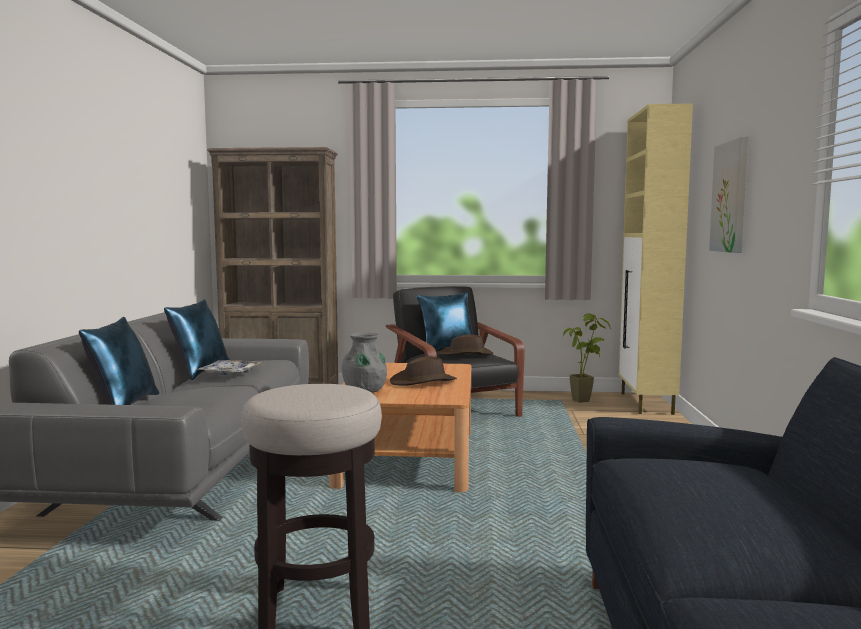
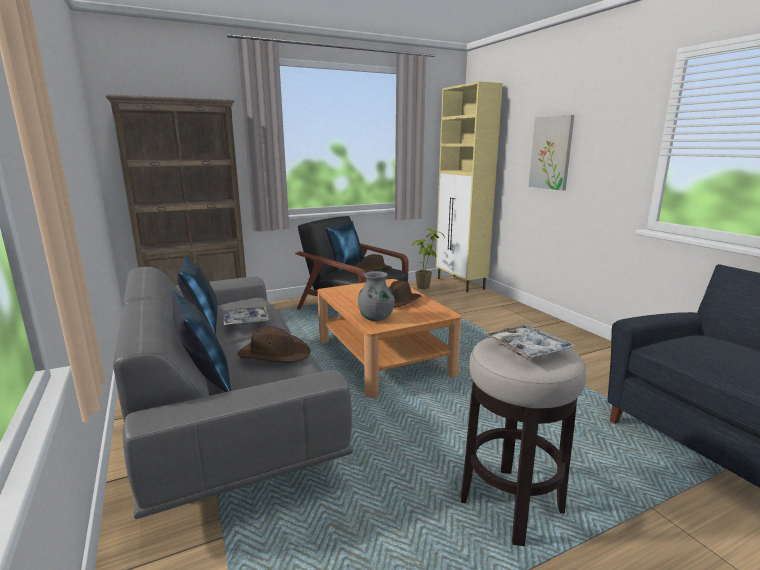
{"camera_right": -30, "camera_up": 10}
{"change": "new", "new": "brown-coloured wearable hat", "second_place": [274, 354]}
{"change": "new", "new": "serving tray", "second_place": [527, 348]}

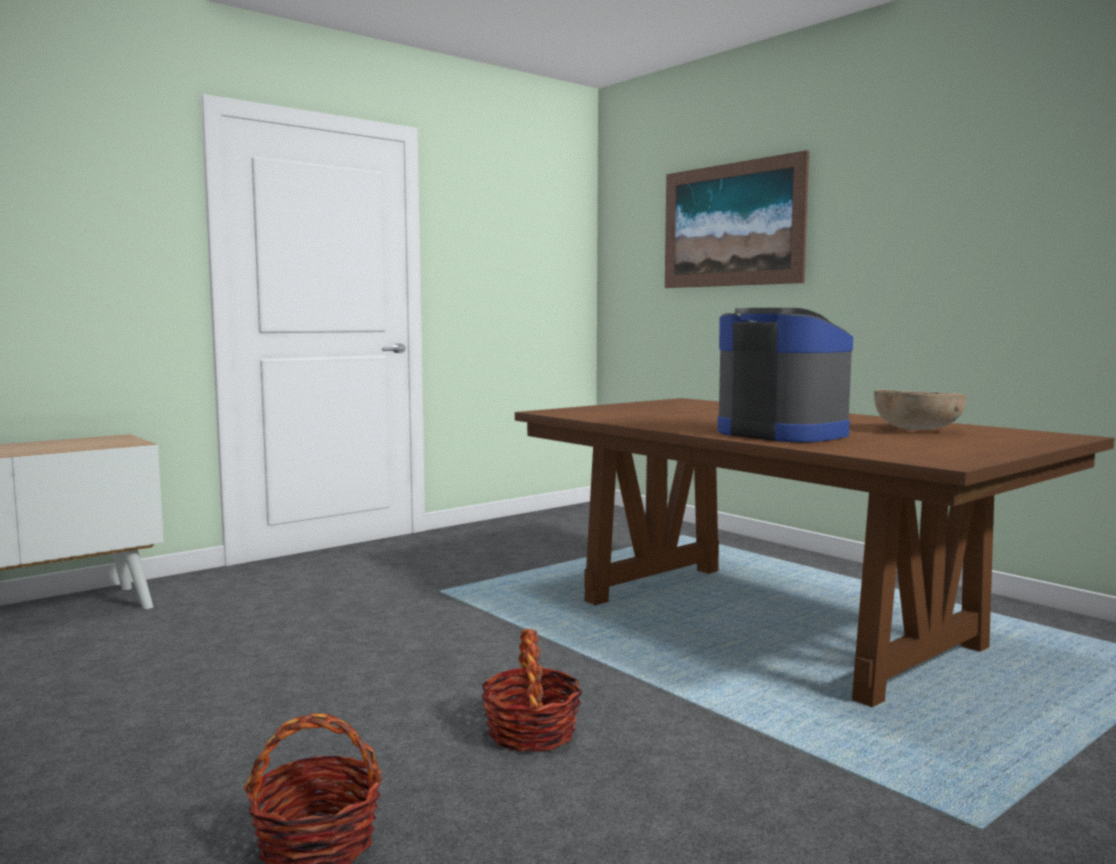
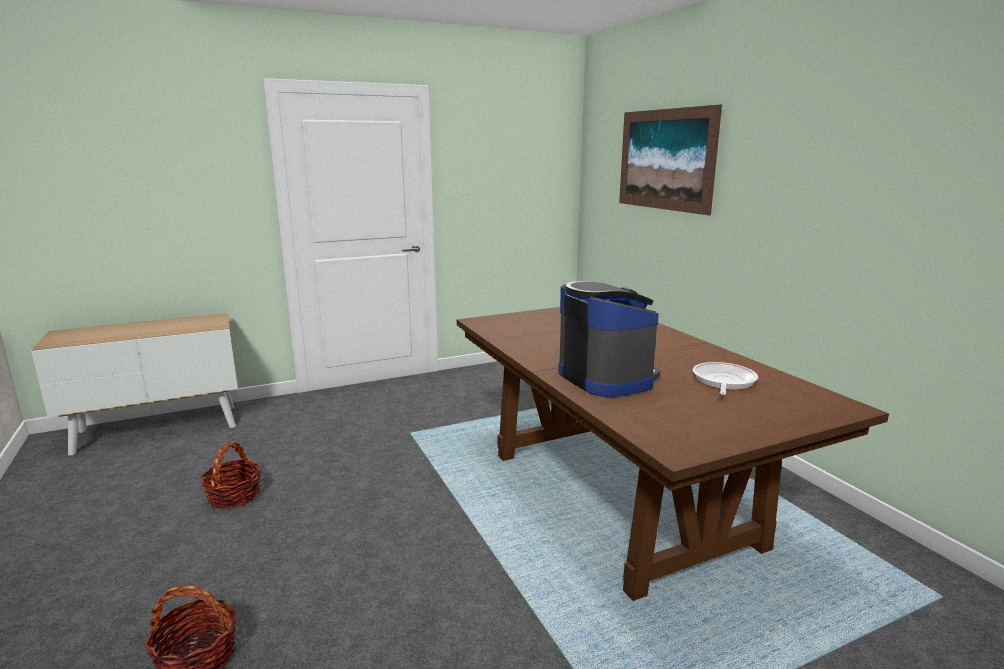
{"camera_right": 15, "camera_up": 10}
{"change": "shifted", "old": "basket", "first_place": [531, 732], "second_place": [234, 496]}
{"change": "swapped", "old": "brown-coloured deep dish", "new": "pan", "first_place": [916, 430], "second_place": [723, 381]}

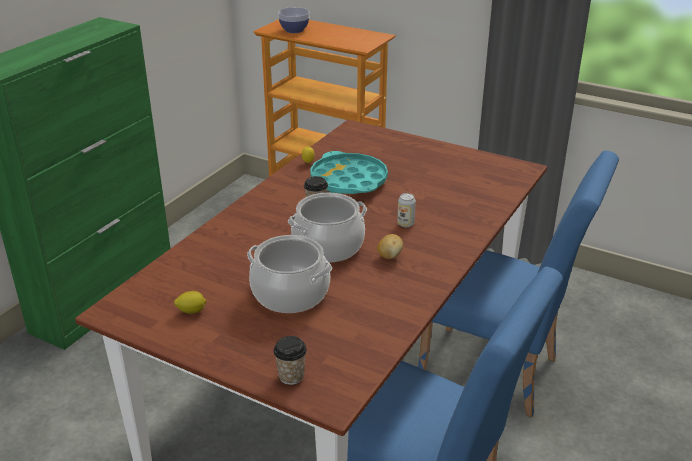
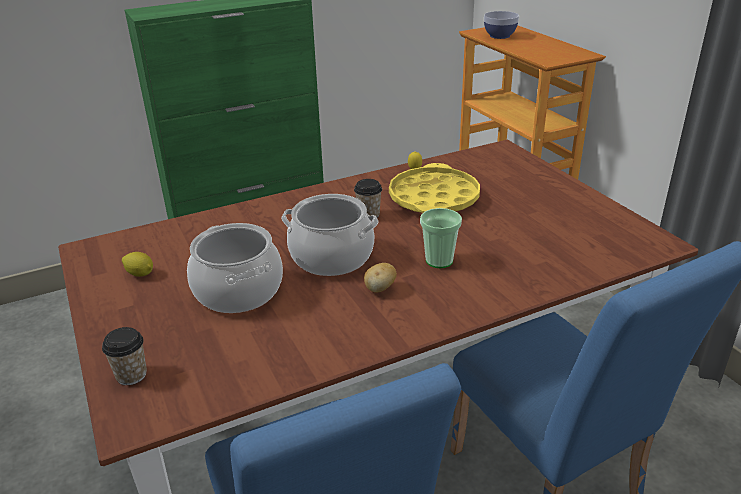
{"camera_right": 35, "camera_up": 0}
{"change": "repainted", "old": "blue-green serving tray", "new": "yellow serving tray", "first_place": [348, 180], "second_place": [433, 198]}
{"change": "swapped", "old": "metal can", "new": "small cup", "first_place": [405, 224], "second_place": [439, 261]}

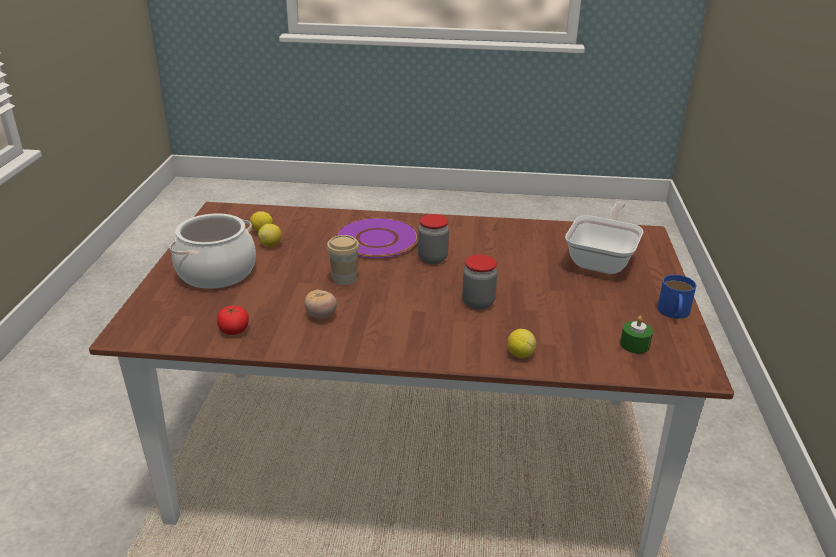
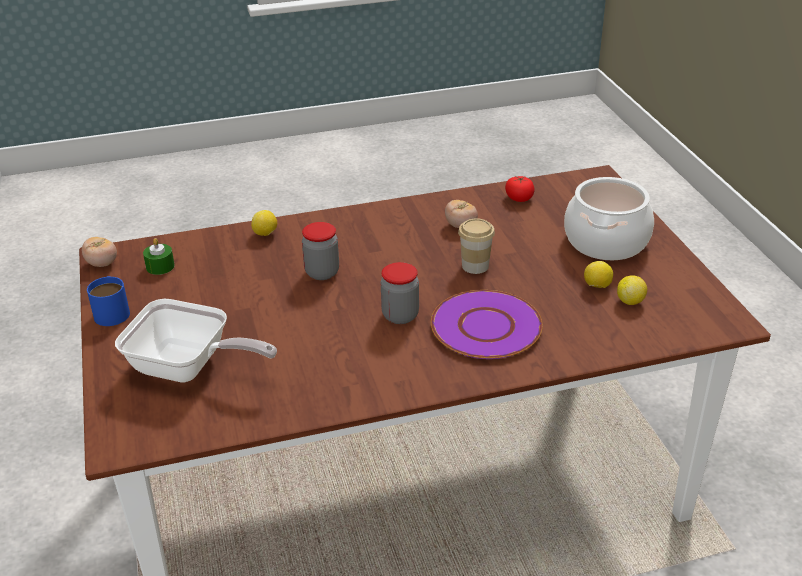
{"camera_right": 160, "camera_up": 5}
{"change": "rotated", "old": "pan", "first_place": [602, 260], "second_place": [189, 368], "degrees": -75}
{"change": "new", "new": "fresh tomato", "second_place": [102, 263]}

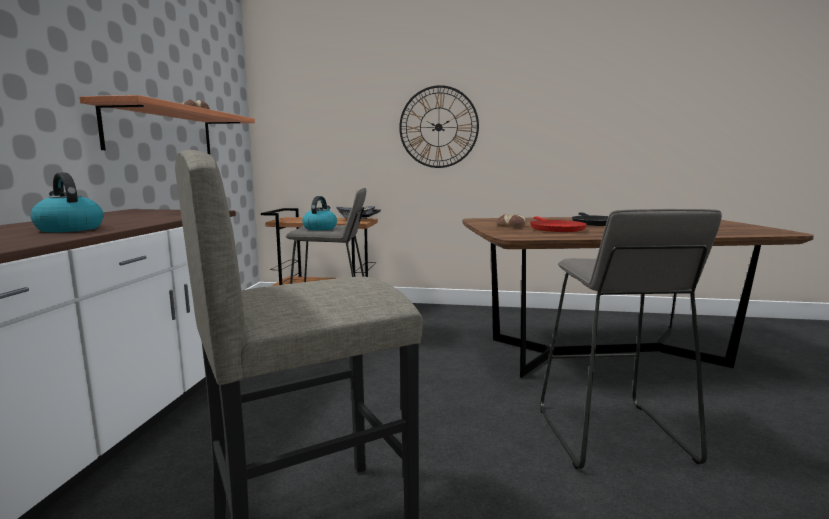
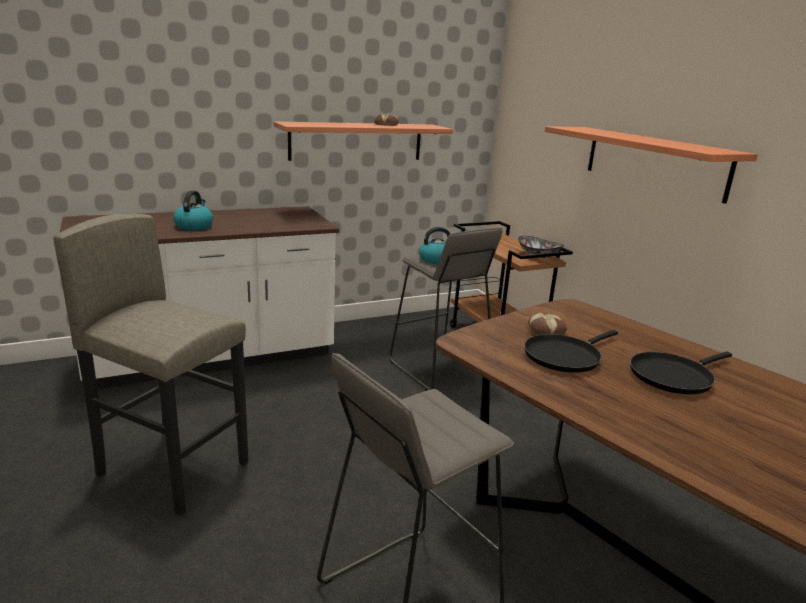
{"camera_right": 55, "camera_up": 10}
{"change": "swapped", "old": "clock on the wall", "new": "bracket shelf", "first_place": [438, 127], "second_place": [654, 162]}
{"change": "repainted", "old": "red-coloured pan", "new": "black-coloured pan", "first_place": [555, 229], "second_place": [565, 356]}

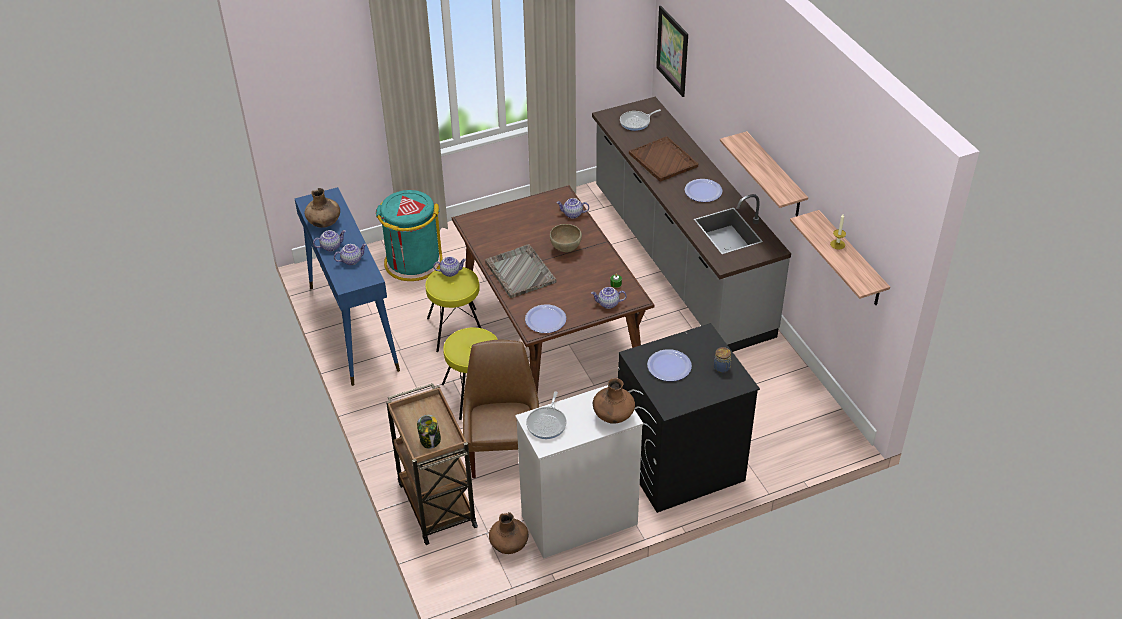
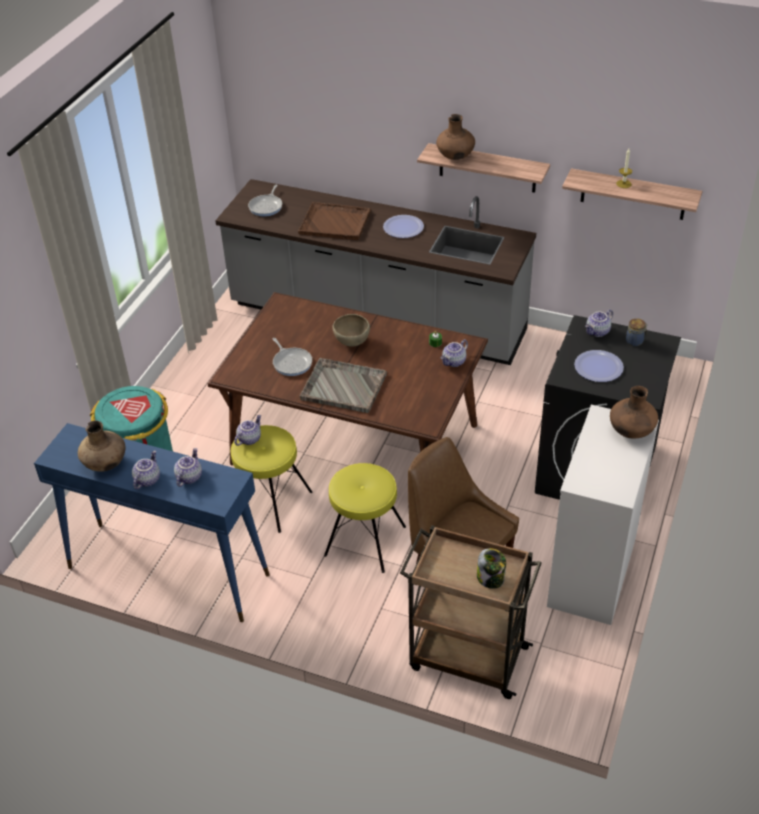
{"camera_right": -45, "camera_up": 0}
{"change": "shifted", "old": "brown-coloured flower vase", "first_place": [509, 545], "second_place": [455, 156]}
{"change": "gone", "old": "dinner plate", "first_place": [545, 320]}
{"change": "shifted", "old": "pan", "first_place": [547, 423], "second_place": [291, 362]}
{"change": "shifted", "old": "teapot", "first_place": [572, 214], "second_place": [598, 332]}
{"change": "gone", "old": "picture", "first_place": [672, 51]}

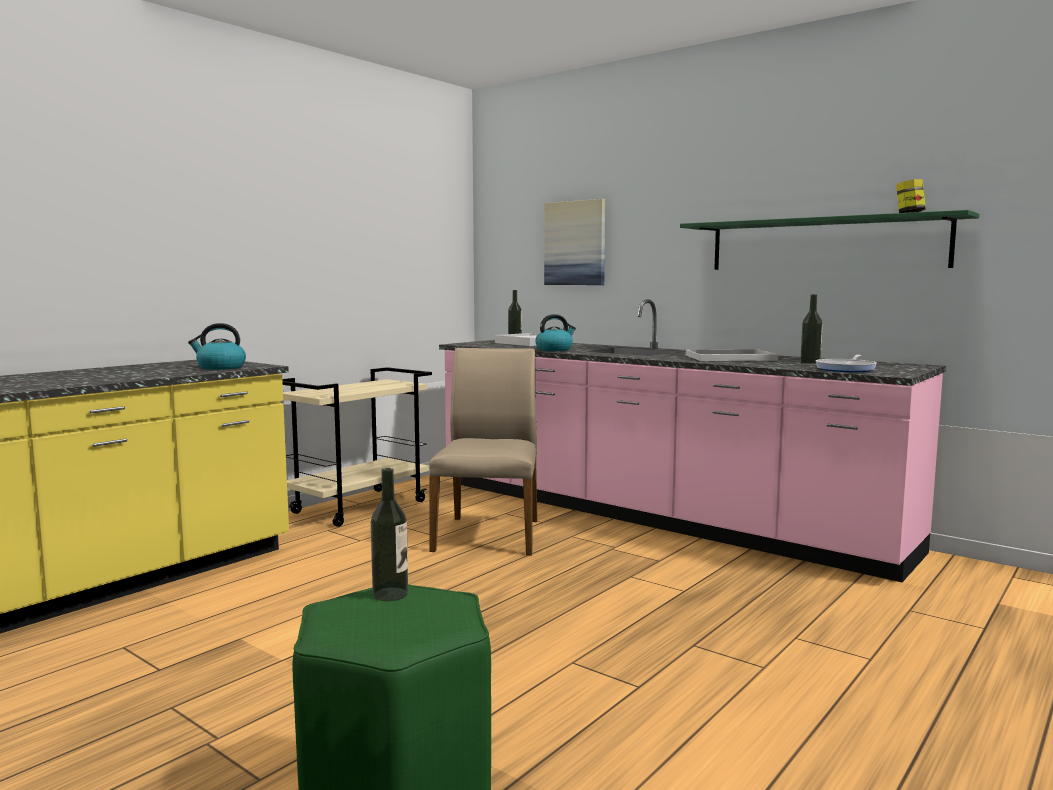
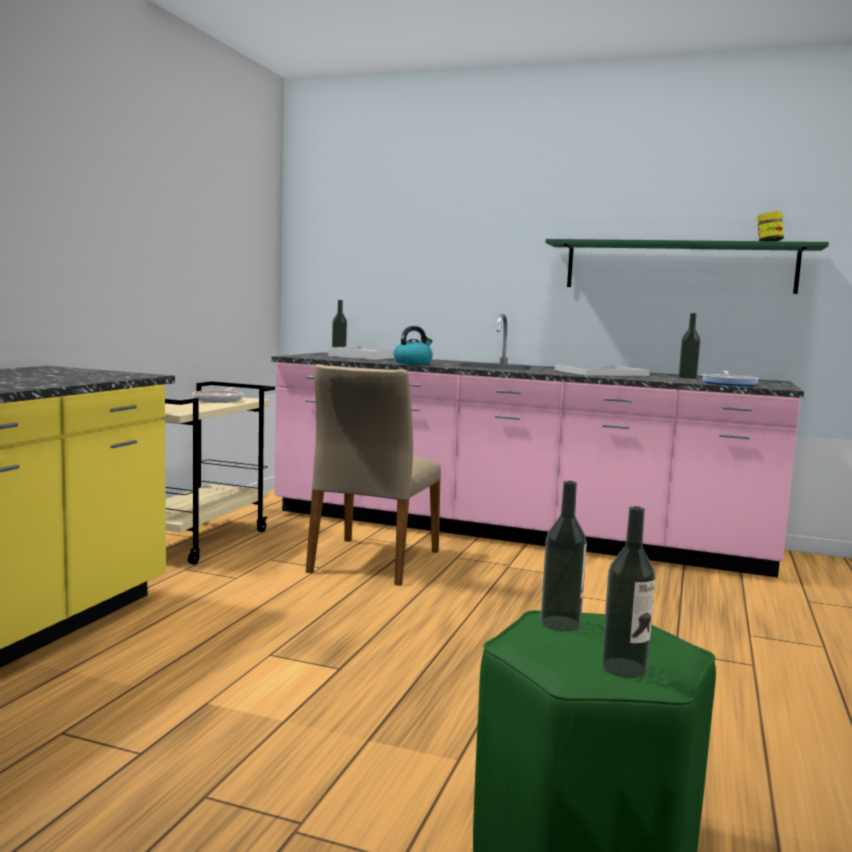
{"camera_right": -20, "camera_up": 0}
{"change": "gone", "old": "water kettle", "first_place": [220, 367]}
{"change": "rotated", "old": "sand-coloured upright chair", "first_place": [489, 534], "second_place": [372, 561], "degrees": -150}
{"change": "gone", "old": "picture", "first_place": [575, 243]}
{"change": "new", "new": "pan", "second_place": [219, 400]}
{"change": "new", "new": "drink bottle", "second_place": [624, 668]}

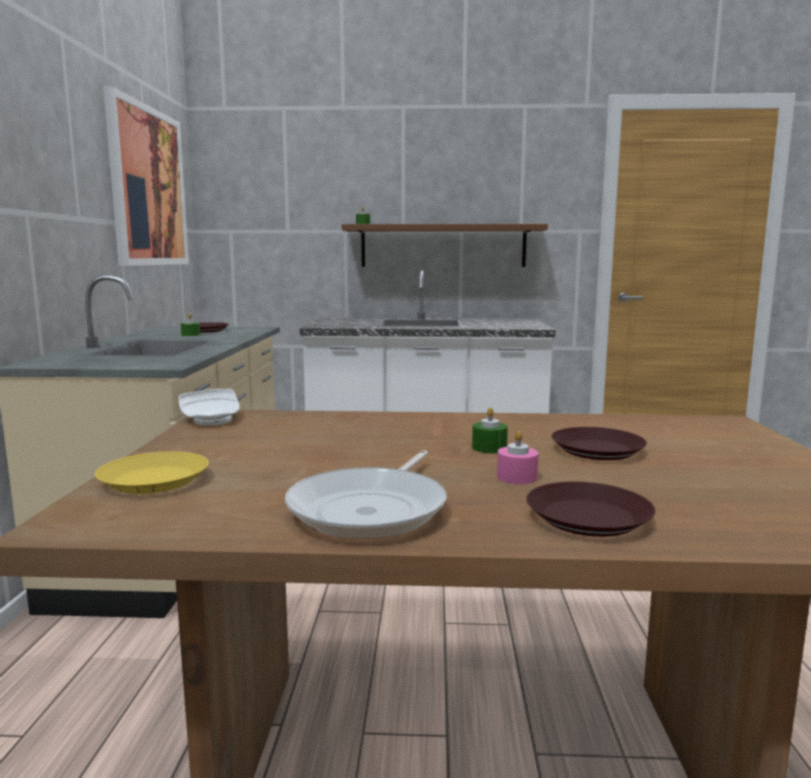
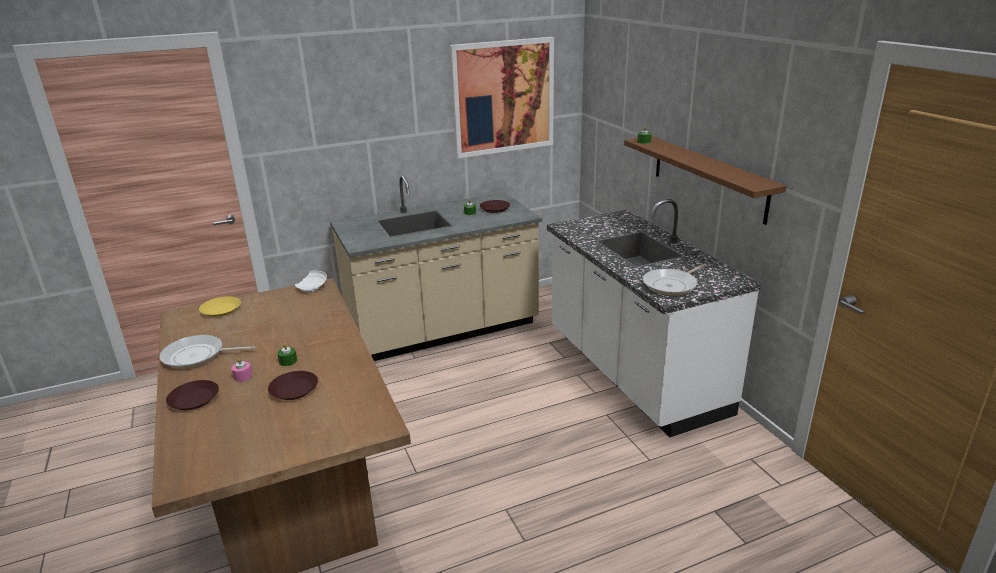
{"camera_right": 65, "camera_up": 15}
{"change": "new", "new": "pan", "second_place": [672, 285]}

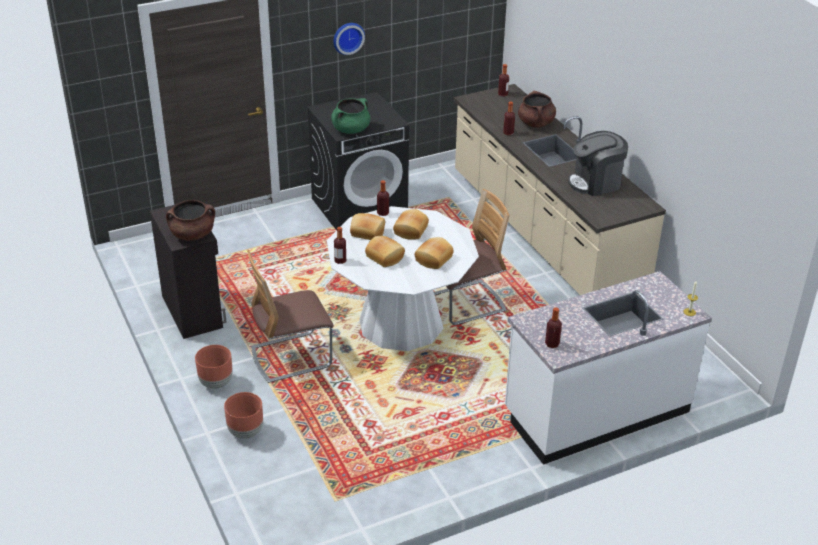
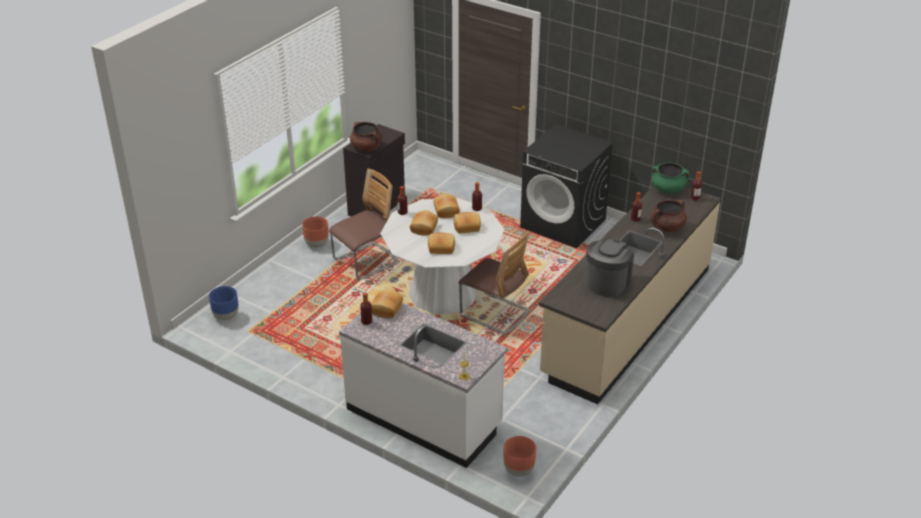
{"camera_right": 60, "camera_up": 0}
{"change": "shifted", "old": "brown-coloured flower pot", "first_place": [245, 432], "second_place": [518, 470]}
{"change": "rotated", "old": "upright chair", "first_place": [291, 357], "second_place": [366, 262], "degrees": 105}
{"change": "shifted", "old": "green cooking pot", "first_place": [351, 129], "second_place": [668, 189]}
{"change": "gone", "old": "clock on the wall", "first_place": [348, 37]}
{"change": "rotated", "old": "coffee maker", "first_place": [595, 183], "second_place": [607, 282], "degrees": 75}
{"change": "new", "new": "bluish flower pot", "second_place": [226, 316]}
{"change": "new", "new": "baked bread", "second_place": [386, 308]}

